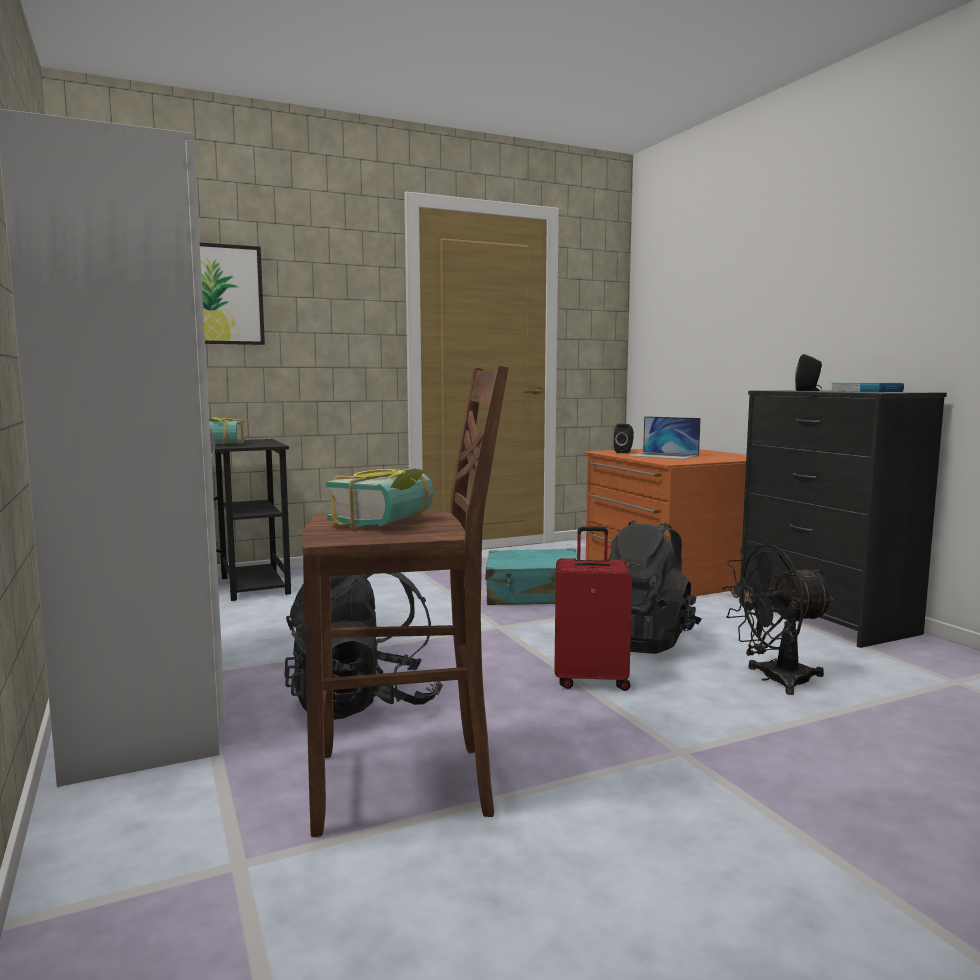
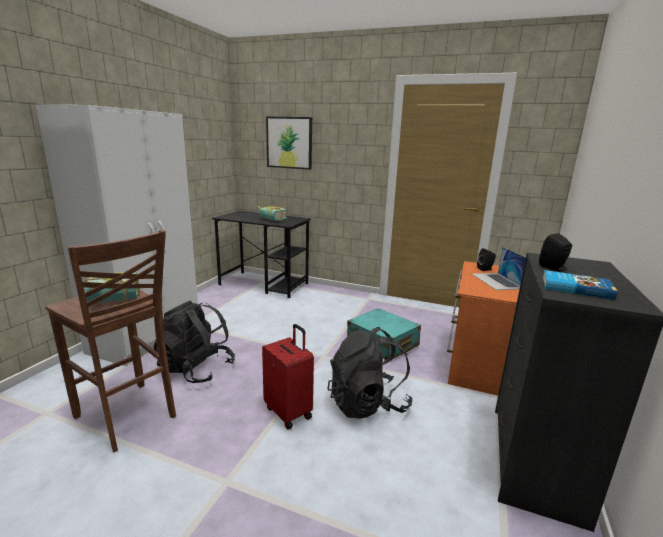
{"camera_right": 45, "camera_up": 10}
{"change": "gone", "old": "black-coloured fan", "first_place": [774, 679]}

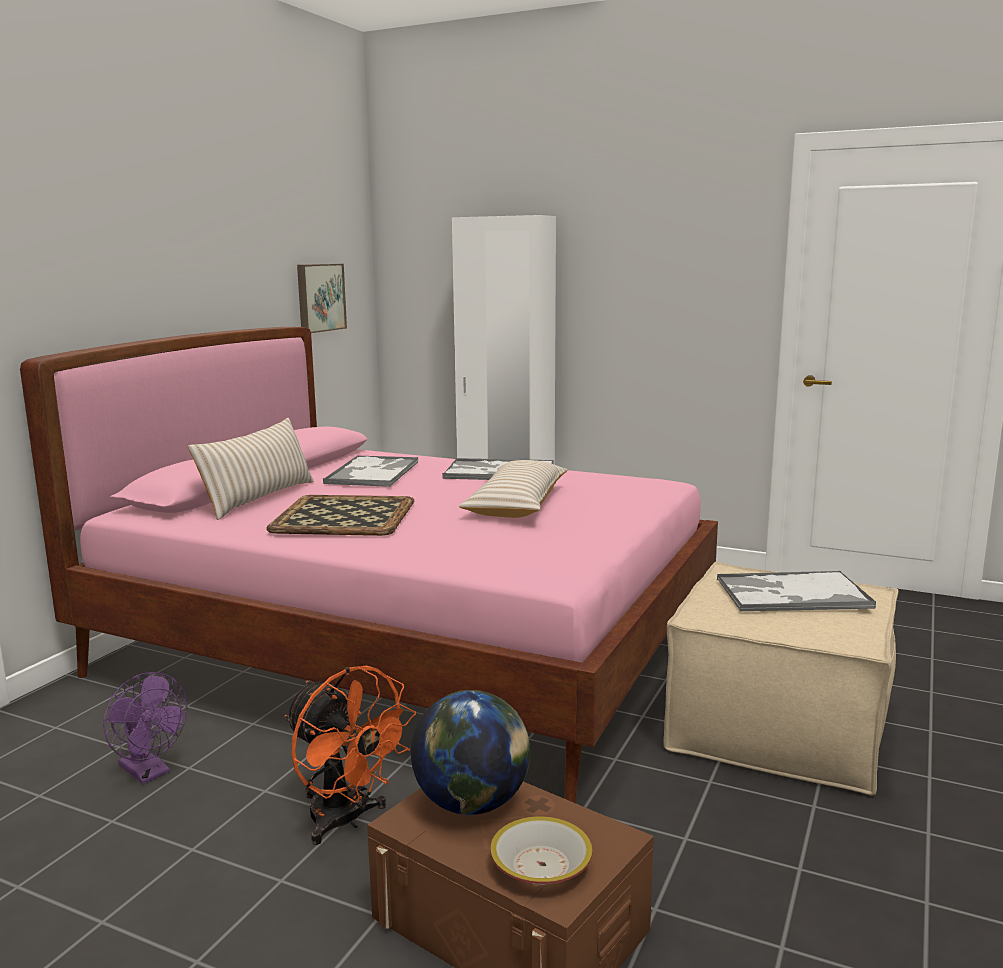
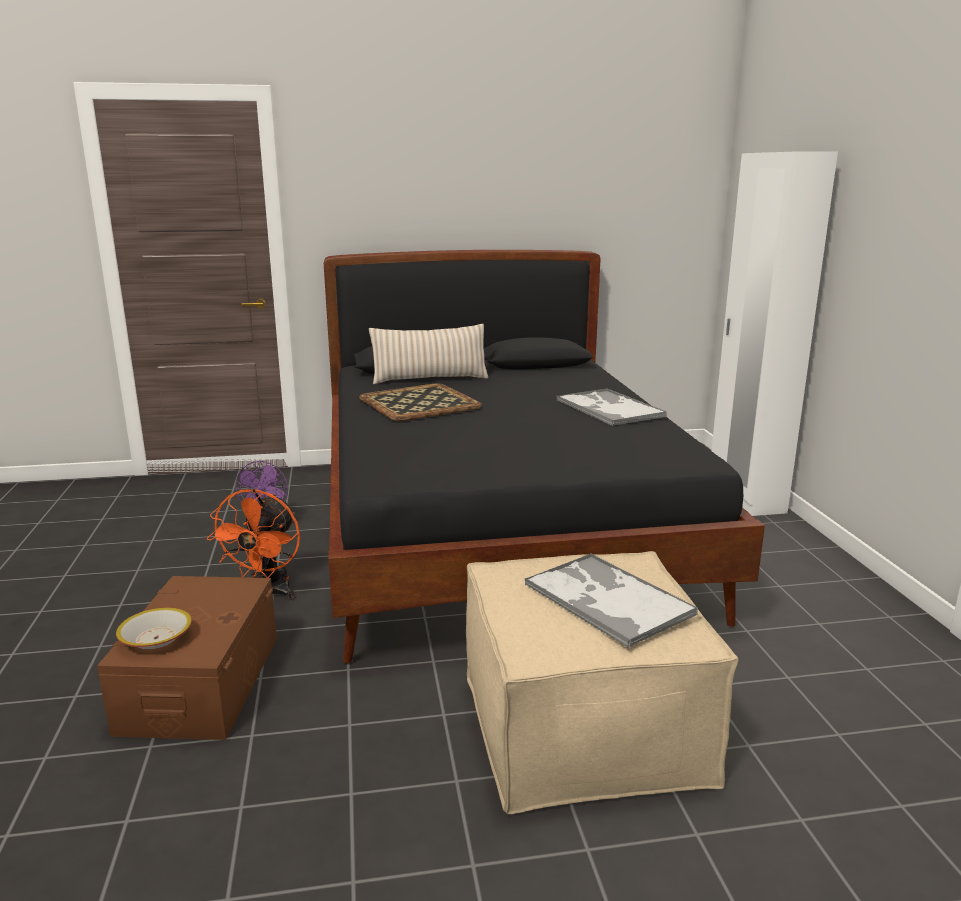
{"camera_right": 55, "camera_up": 5}
{"change": "repainted", "old": "pinkish bed", "new": "black-coloured bed", "first_place": [408, 649], "second_place": [498, 531]}
{"change": "gone", "old": "picture", "first_place": [319, 297]}
{"change": "gone", "old": "serving tray", "first_place": [373, 472]}
{"change": "gone", "old": "desk globe", "first_place": [472, 804]}
{"change": "gone", "old": "sand-coloured pillow", "first_place": [517, 505]}

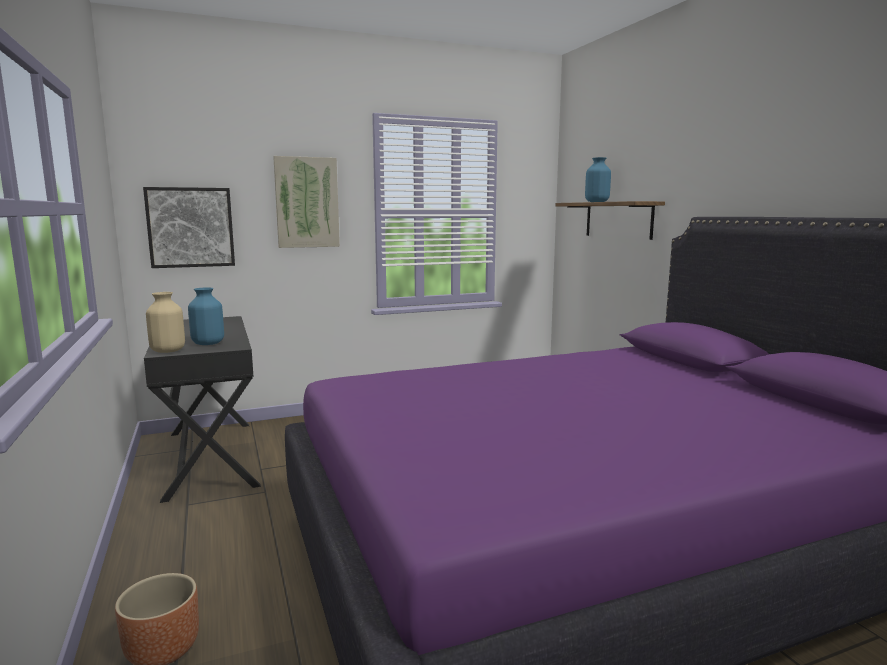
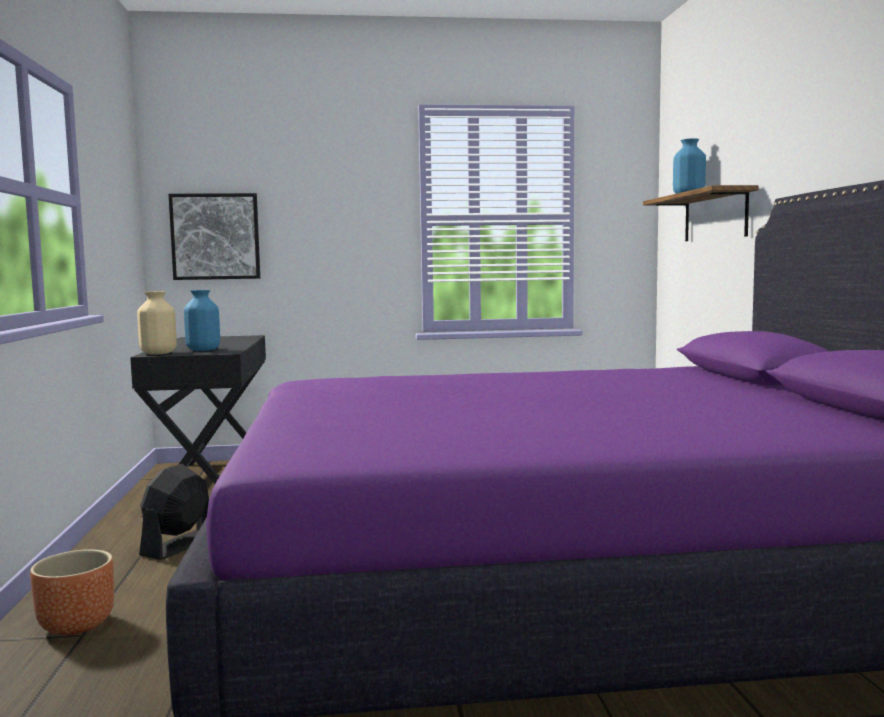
{"camera_right": 15, "camera_up": -5}
{"change": "gone", "old": "picture", "first_place": [307, 202]}
{"change": "new", "new": "black-coloured fan", "second_place": [179, 545]}

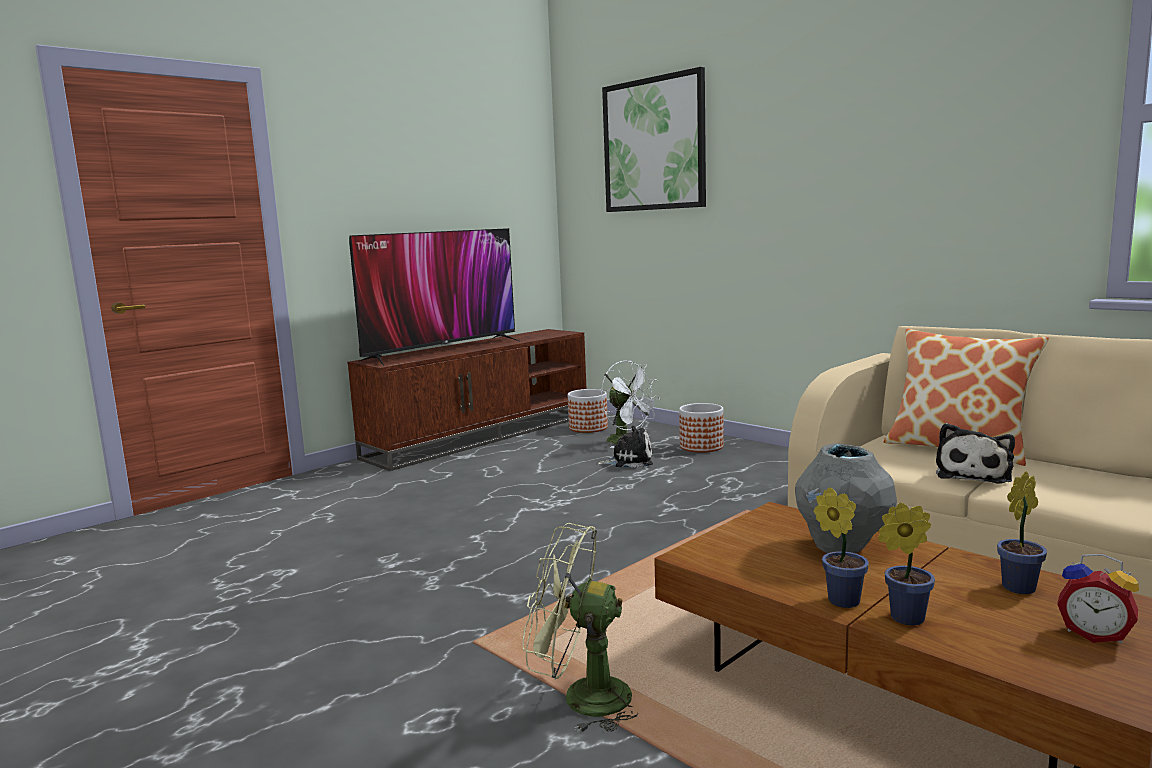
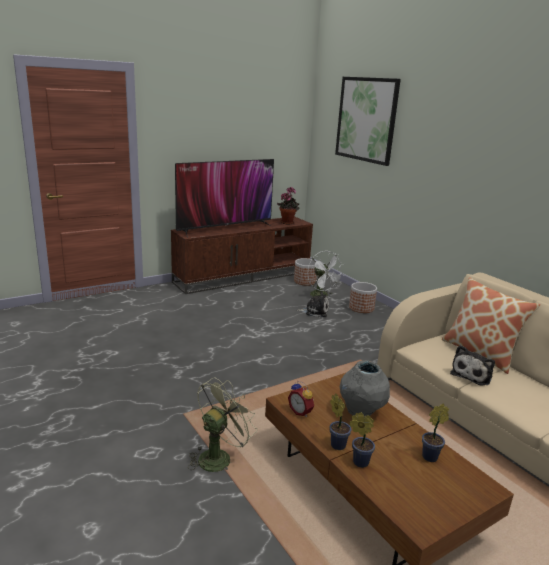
{"camera_right": 10, "camera_up": 10}
{"change": "rotated", "old": "green fan", "first_place": [582, 698], "second_place": [219, 456], "degrees": 105}
{"change": "shifted", "old": "bedside clock", "first_place": [1094, 634], "second_place": [301, 412]}
{"change": "new", "new": "potted plant", "second_place": [287, 222]}

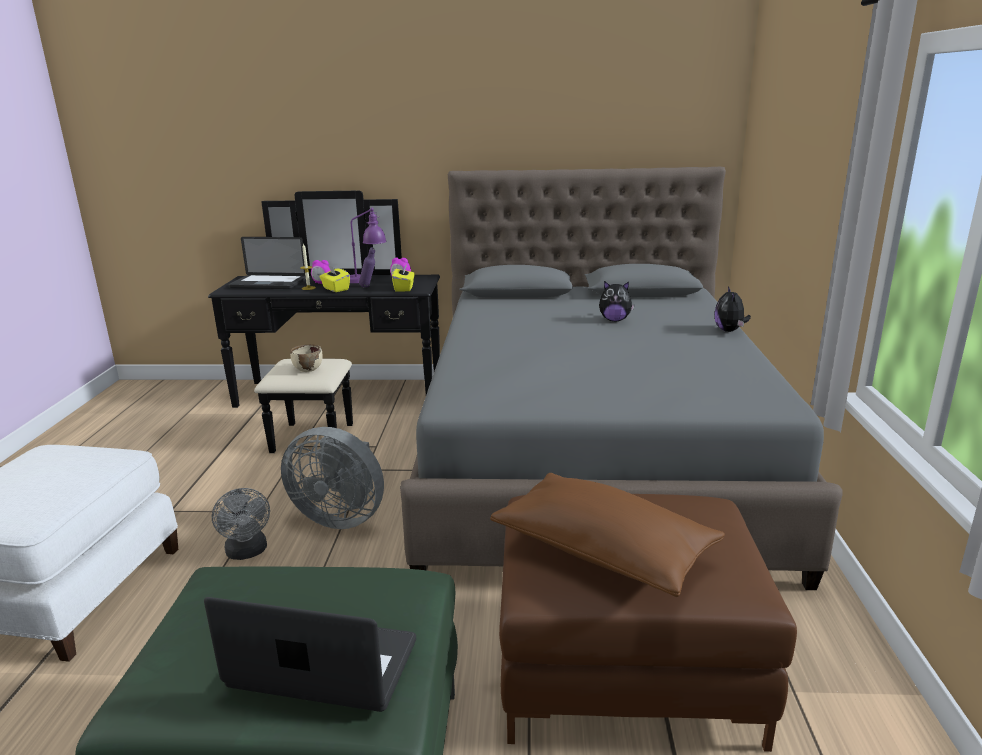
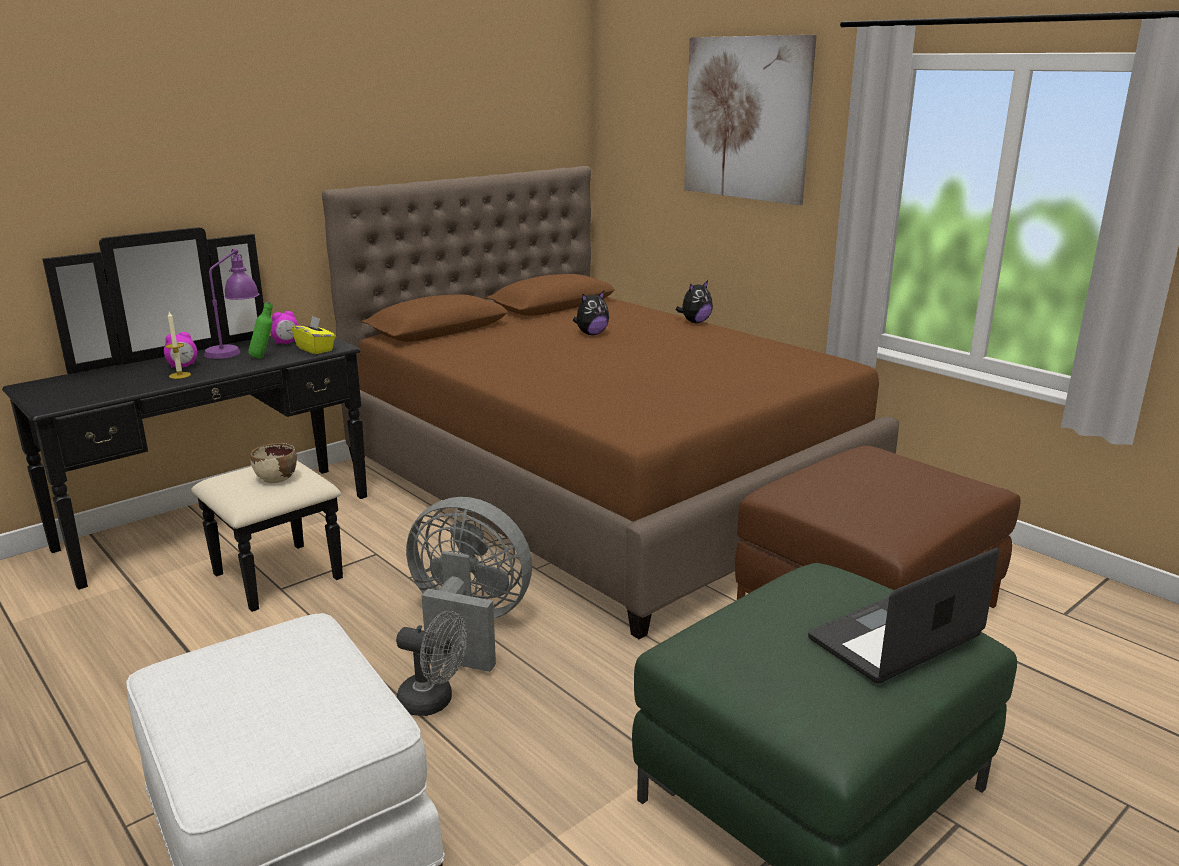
{"camera_right": -45, "camera_up": 0}
{"change": "gone", "old": "laptop", "first_place": [268, 283]}
{"change": "rotated", "old": "grey fan", "first_place": [341, 517], "second_place": [468, 626], "degrees": -135}
{"change": "gone", "old": "yellow tissue holder", "first_place": [335, 289]}
{"change": "repainted", "old": "purple-coloured drink bottle", "new": "green drink bottle", "first_place": [368, 287], "second_place": [264, 357]}
{"change": "repainted", "old": "grey bed", "new": "brown-coloured bed", "first_place": [592, 459], "second_place": [603, 485]}
{"change": "gone", "old": "brown-coloured pillow", "first_place": [603, 552]}
{"change": "rotated", "old": "soft toy", "first_place": [729, 330], "second_place": [695, 322], "degrees": -90}
{"change": "new", "new": "picture", "second_place": [746, 118]}

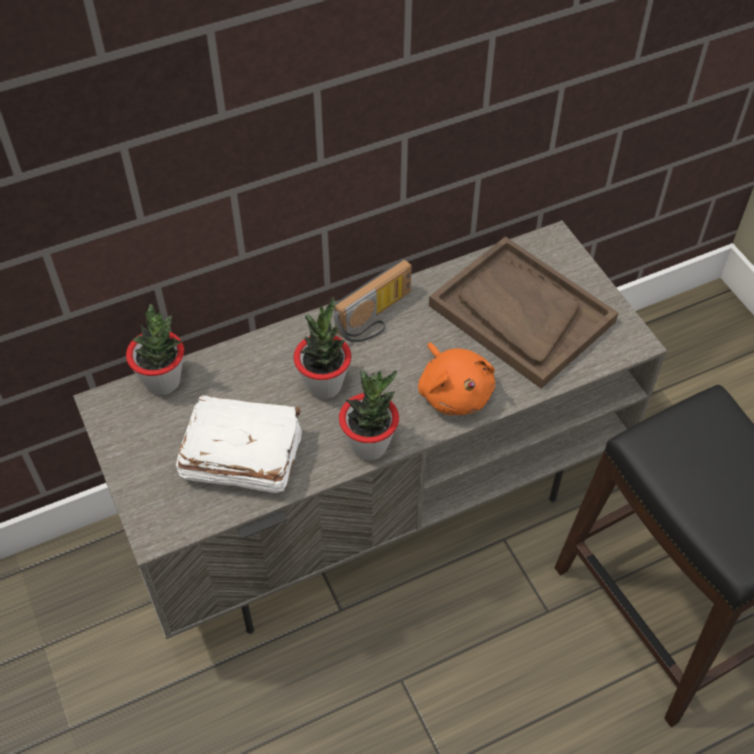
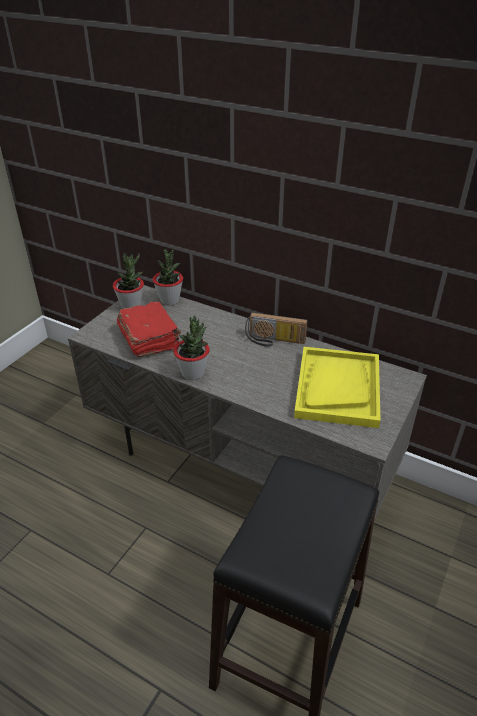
{"camera_right": 55, "camera_up": -15}
{"change": "repainted", "old": "whitish volume", "new": "red-coloured volume", "first_place": [241, 456], "second_place": [149, 338]}
{"change": "shifted", "old": "potted plant", "first_place": [324, 385], "second_place": [131, 306]}
{"change": "gone", "old": "orange-coloured soft toy", "first_place": [454, 392]}
{"change": "repainted", "old": "brown-coloured serving tray", "new": "yellow serving tray", "first_place": [521, 313], "second_place": [337, 388]}

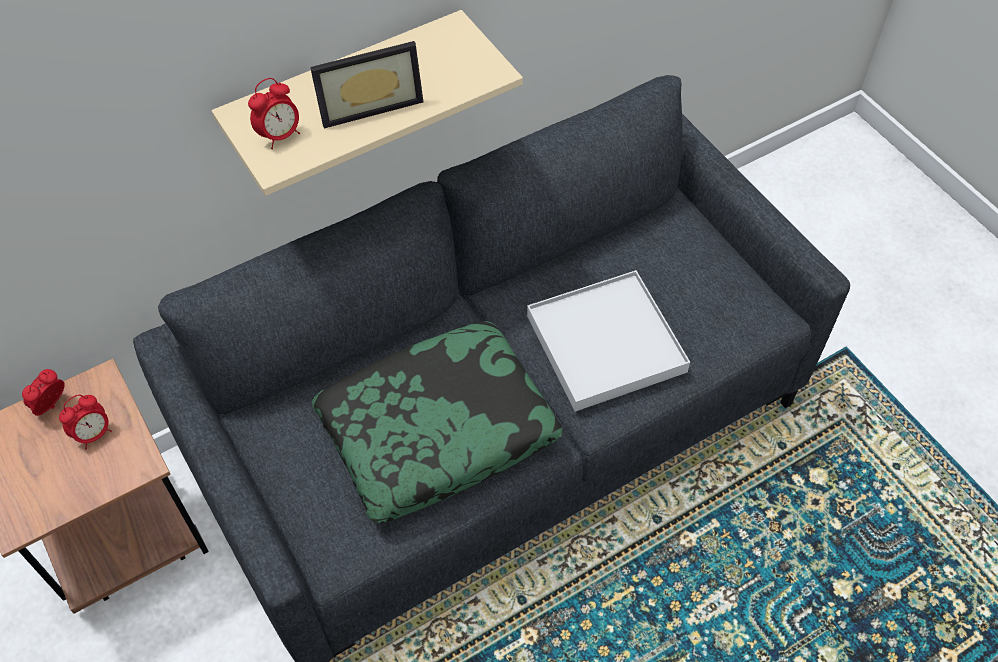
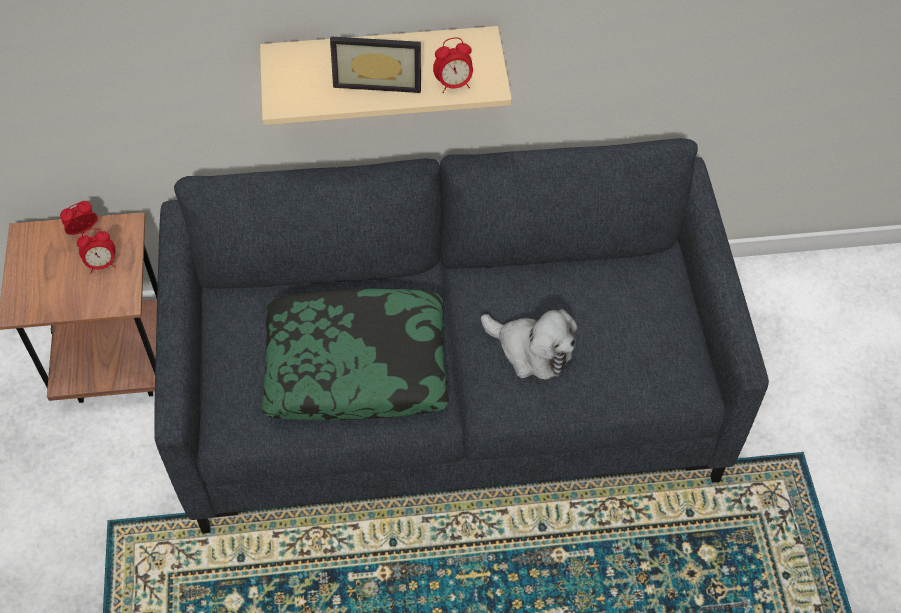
{"camera_right": 25, "camera_up": 0}
{"change": "shifted", "old": "bedside clock", "first_place": [280, 136], "second_place": [453, 85]}
{"change": "swapped", "old": "whitish serving tray", "new": "soft toy", "first_place": [605, 343], "second_place": [531, 351]}

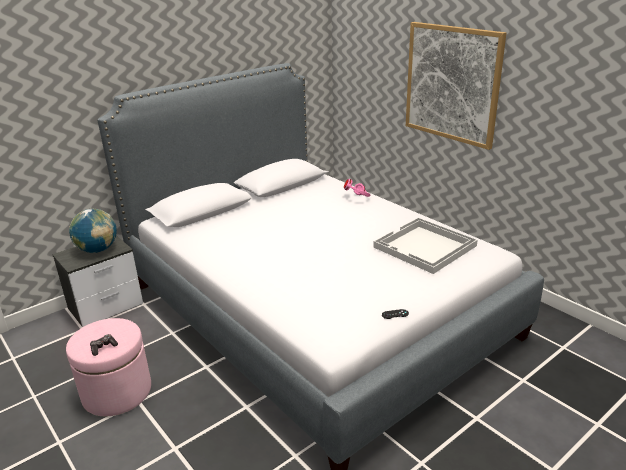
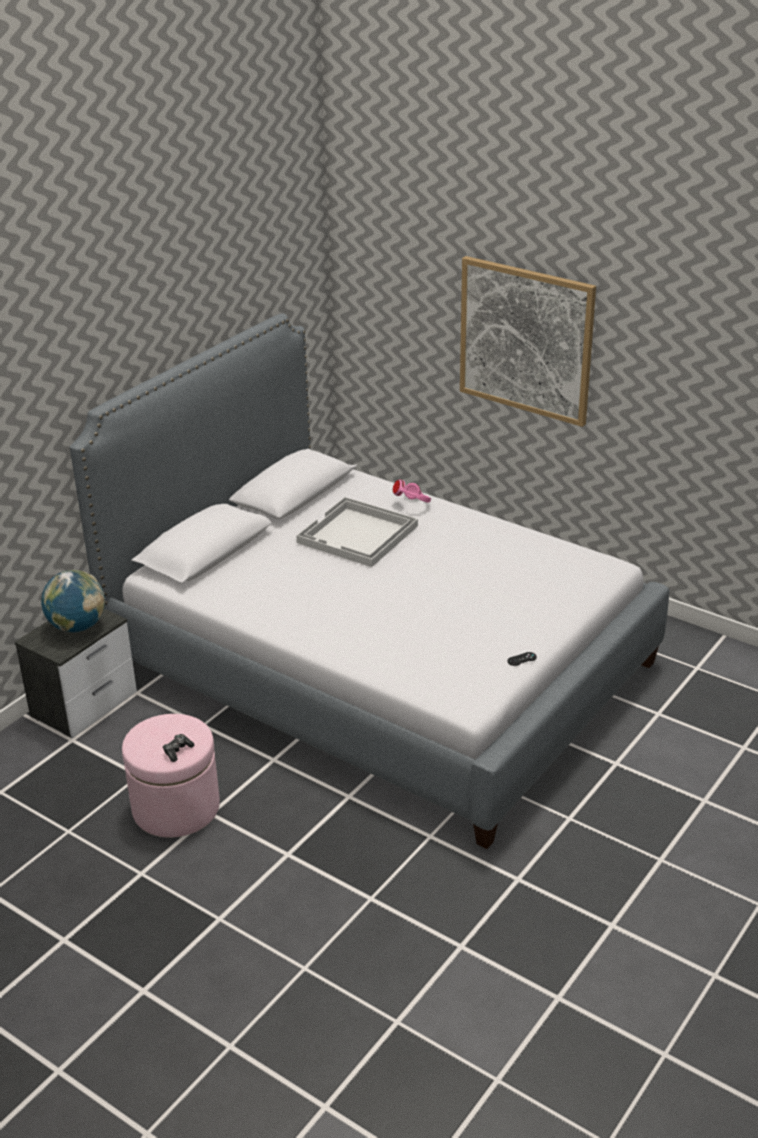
{"camera_right": -15, "camera_up": 5}
{"change": "shifted", "old": "whitish serving tray", "first_place": [425, 247], "second_place": [358, 535]}

